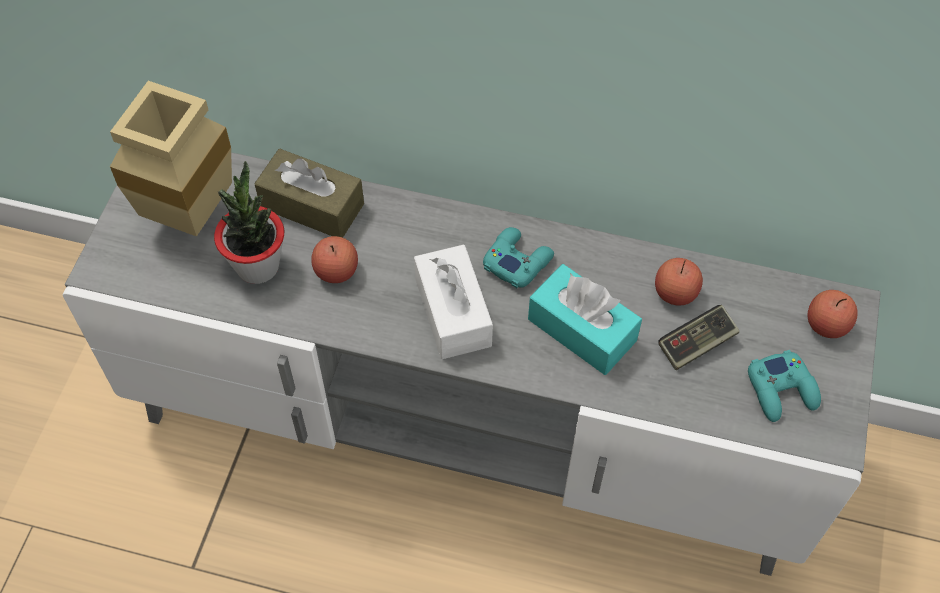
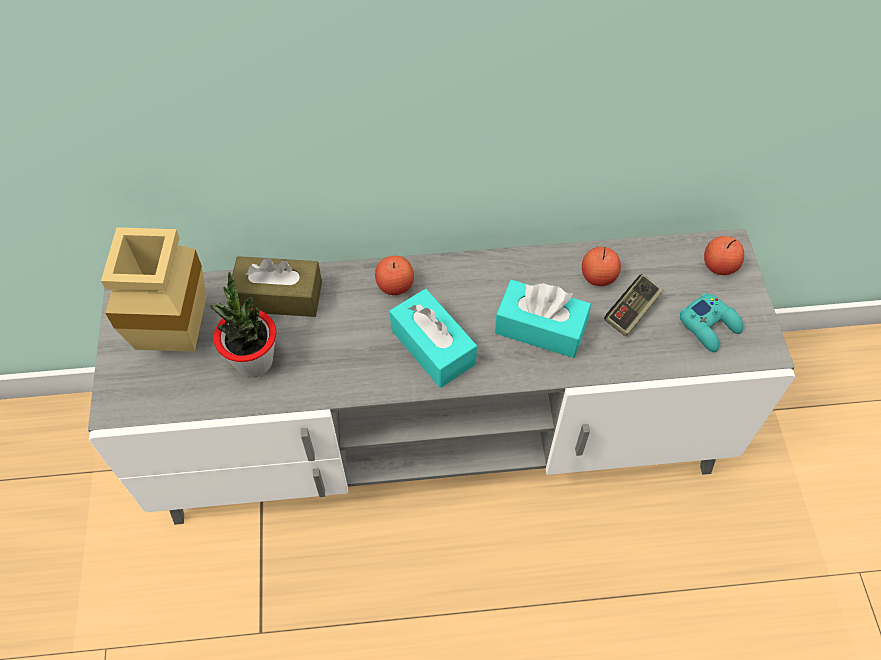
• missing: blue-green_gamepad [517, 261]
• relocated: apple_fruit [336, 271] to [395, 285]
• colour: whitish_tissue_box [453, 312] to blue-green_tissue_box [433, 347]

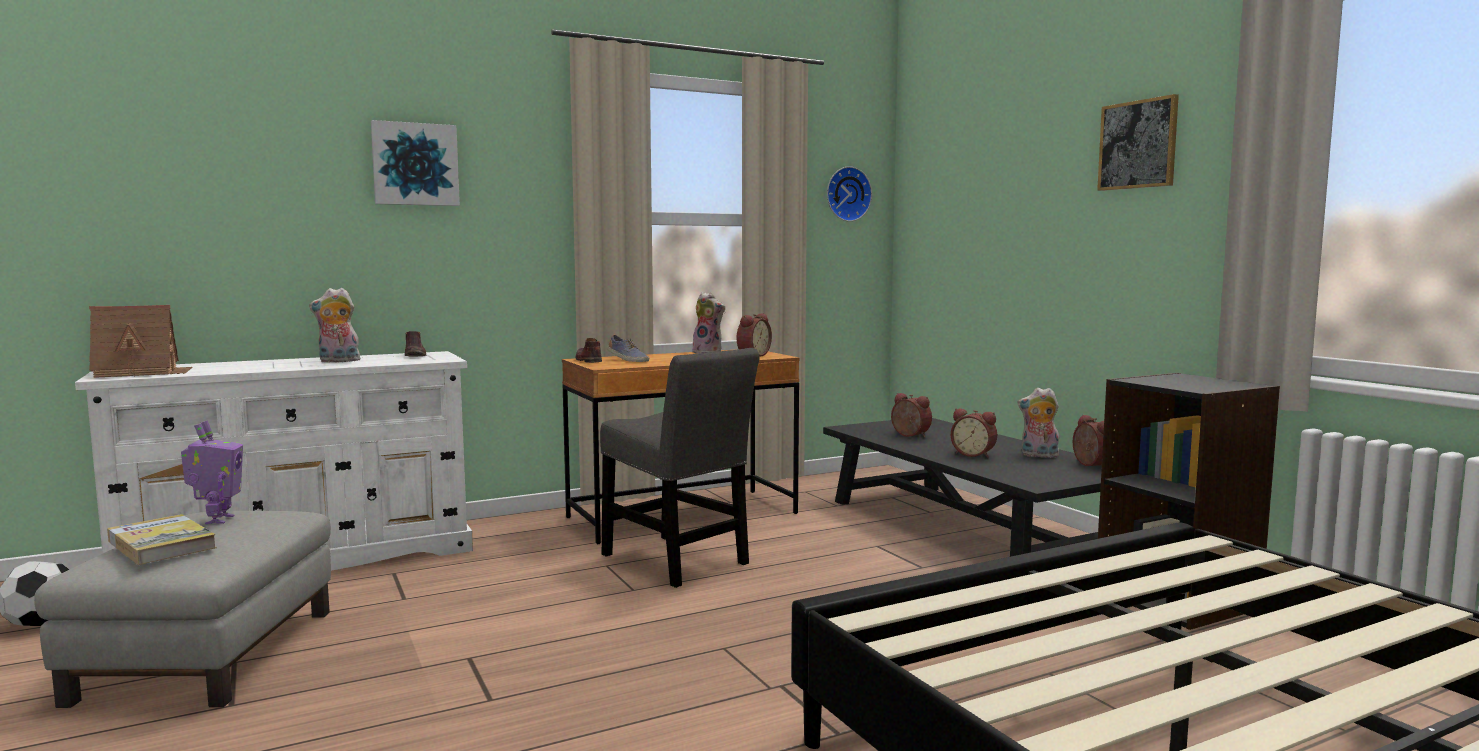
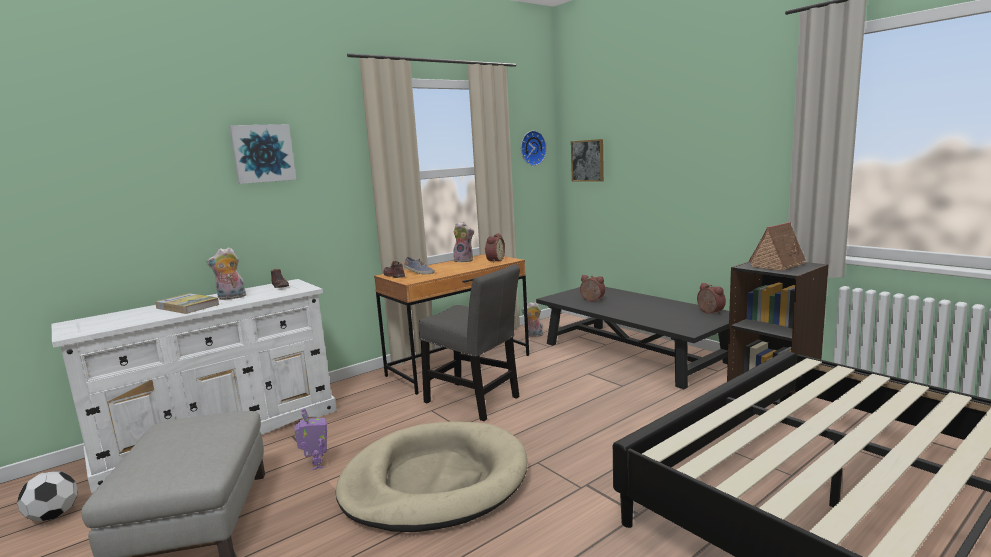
• missing: table_clock [974, 454]
• appeared: beige-coloured_dog_bed [434, 481]
• relocated: model_house [142, 372] to [778, 265]
• relocated: volume [161, 544] to [188, 306]
• relocated: robot_figure [217, 520] to [316, 465]
• relocated: cuddly_toy [1038, 455] to [533, 335]
• relocated: wall_picture [1138, 145] to [587, 160]

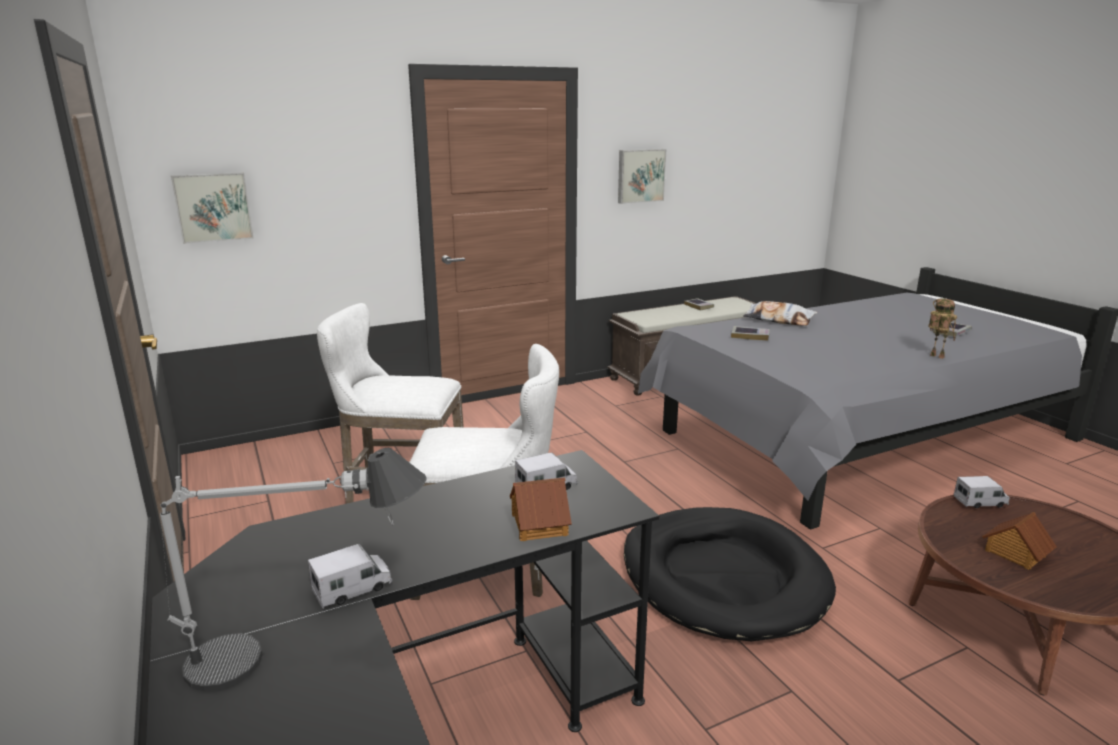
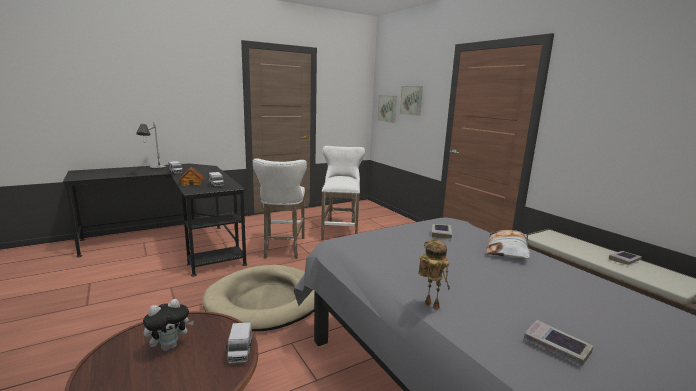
• relocated: wall_picture [640, 175] to [412, 100]
• exchanged: model_house [1014, 553] to cuddly_toy [170, 346]
• colour: black_dog_bed [722, 577] to beige-coloured_dog_bed [266, 301]
• spun: robot_figure [935, 356] = [429, 306] 90 degrees counterclockwise

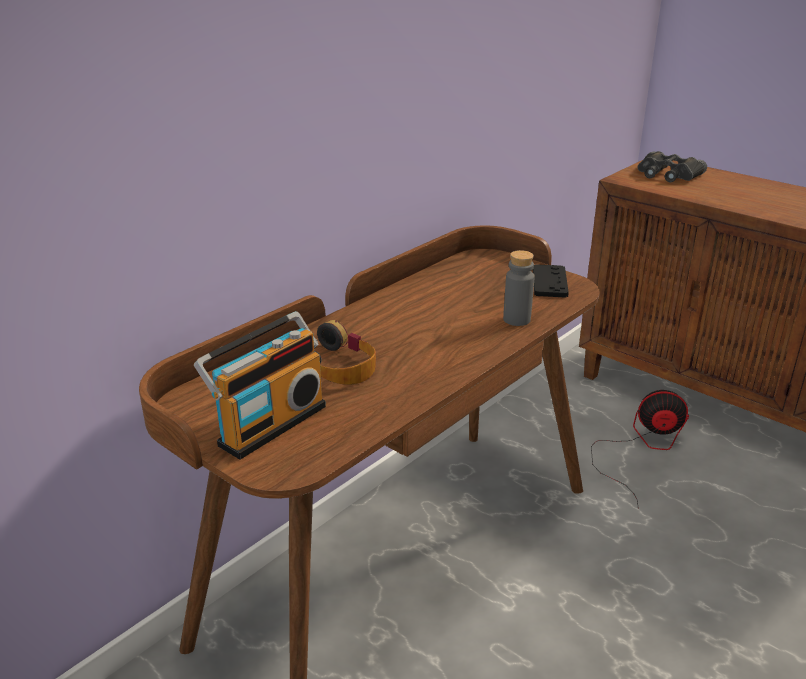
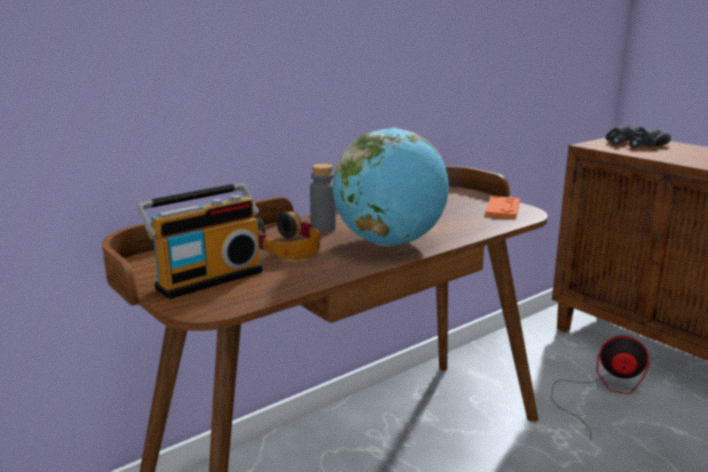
• appeared: world_globe [390, 243]
• relocated: gray_beverage_bottle [516, 319] to [323, 228]
• colour: black_gamepad [549, 282] to orangey_gamepad [502, 208]

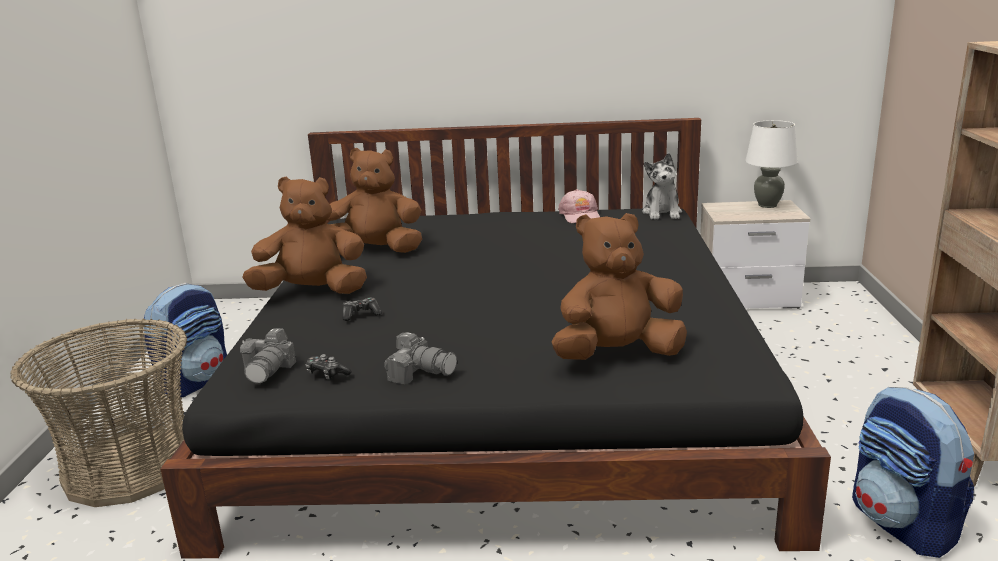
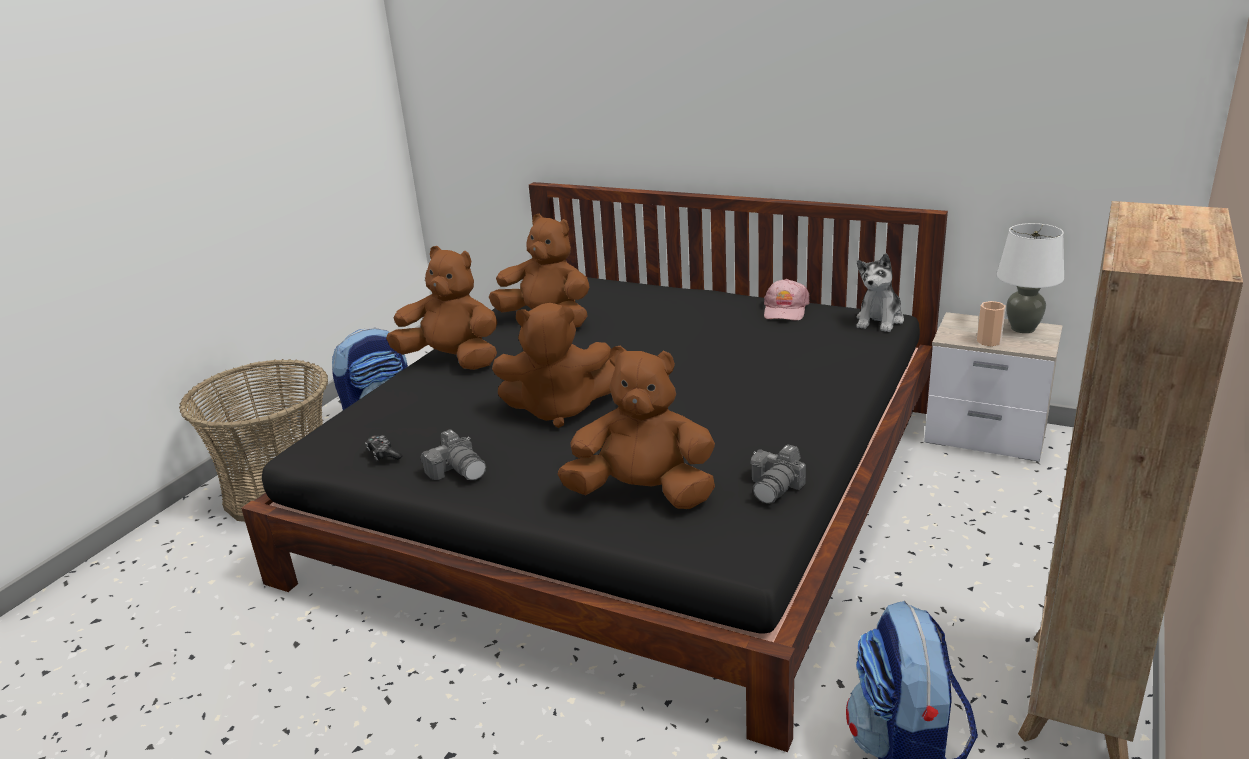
• missing: gamepad [361, 314]
• appeared: brownish_cuddly_toy [559, 409]
• appeared: drinking_cup [989, 341]
• relocated: photo_camera [268, 370] to [776, 487]

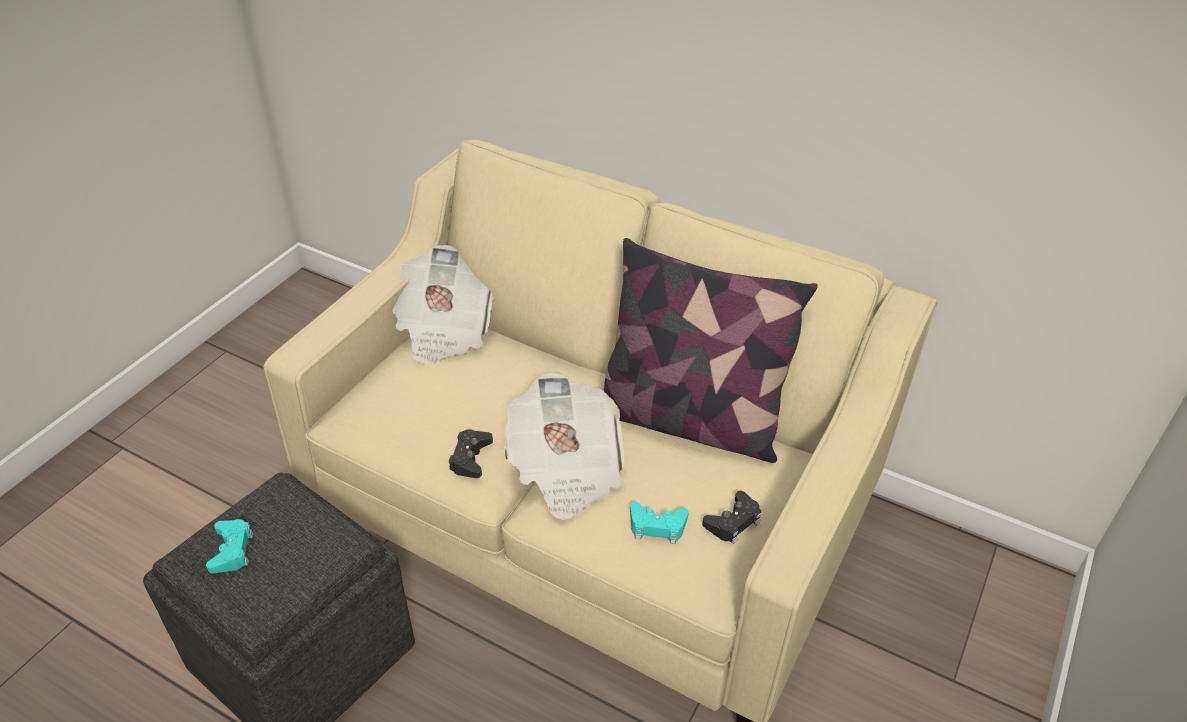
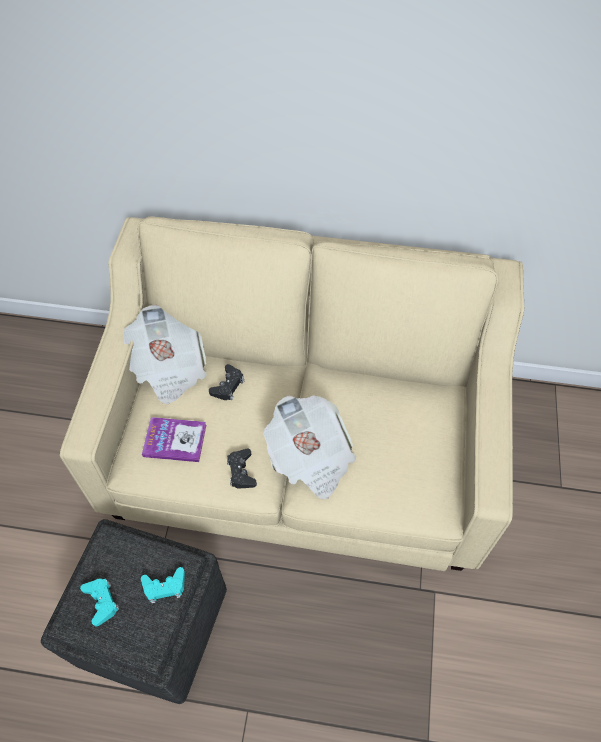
• missing: pillow [689, 421]
• appeared: volume [175, 440]
• relocated: blue-green_gamepad [657, 526] to [164, 586]
• relocated: black_gamepad [733, 522] to [228, 386]

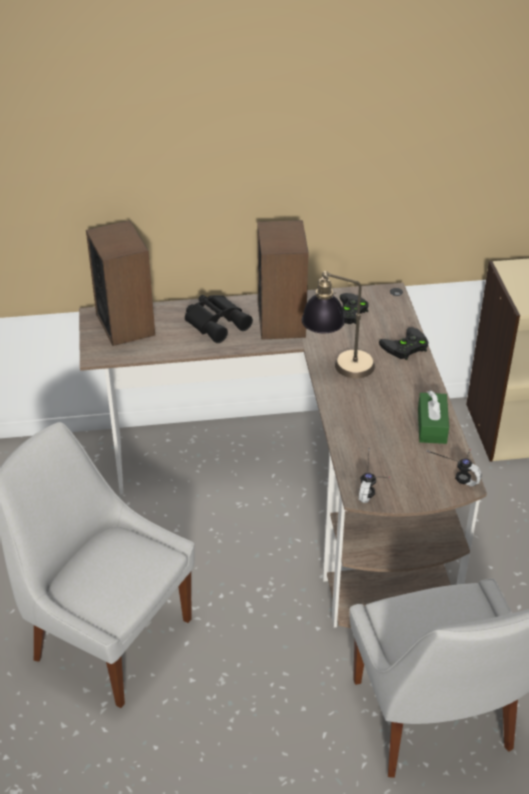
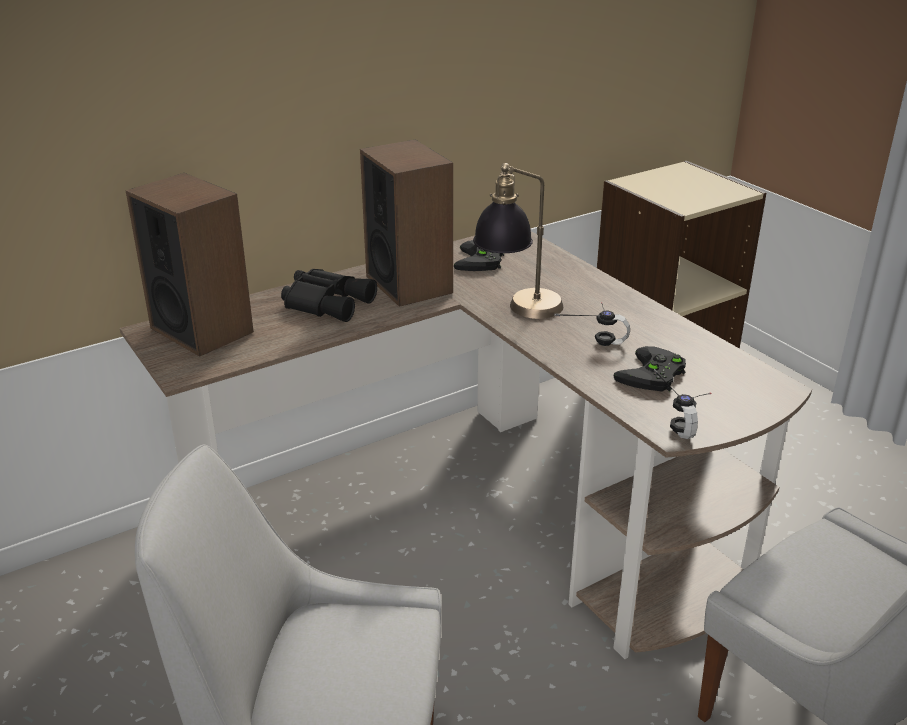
• missing: green-coloured_tissue_box [432, 426]
• relocated: black_gamepad [405, 347] to [652, 376]
• relocated: headset [456, 473] to [592, 338]

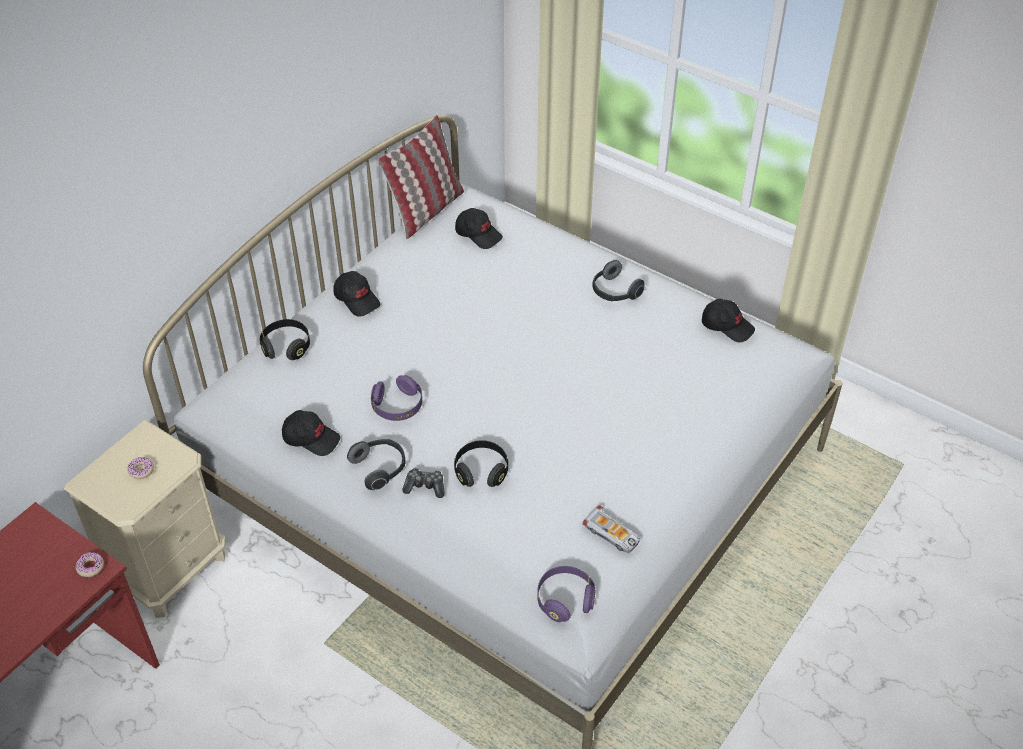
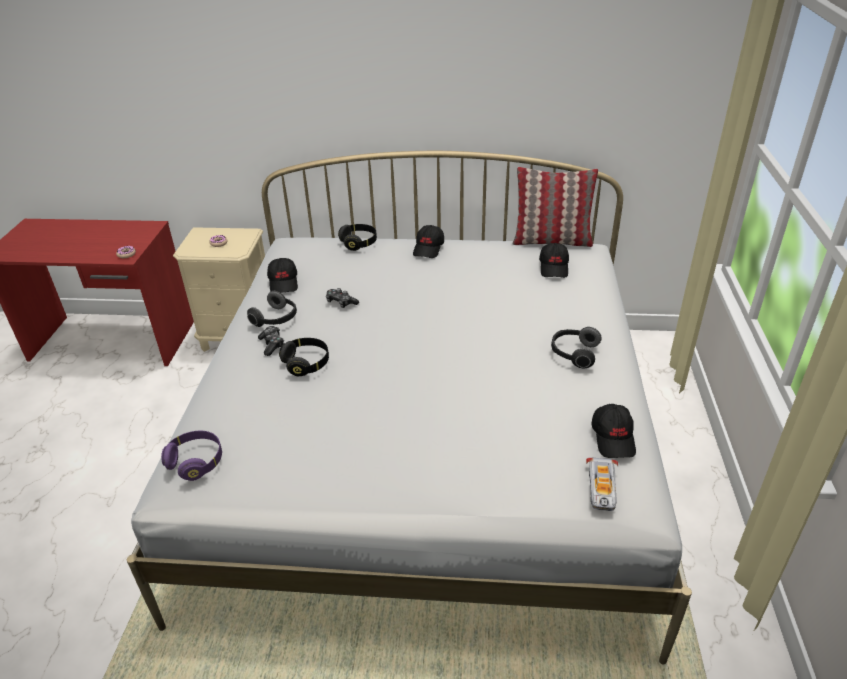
• relocated: model_car [612, 534] to [602, 488]
• exchanged: purple_headset [397, 406] to gamepad [341, 302]

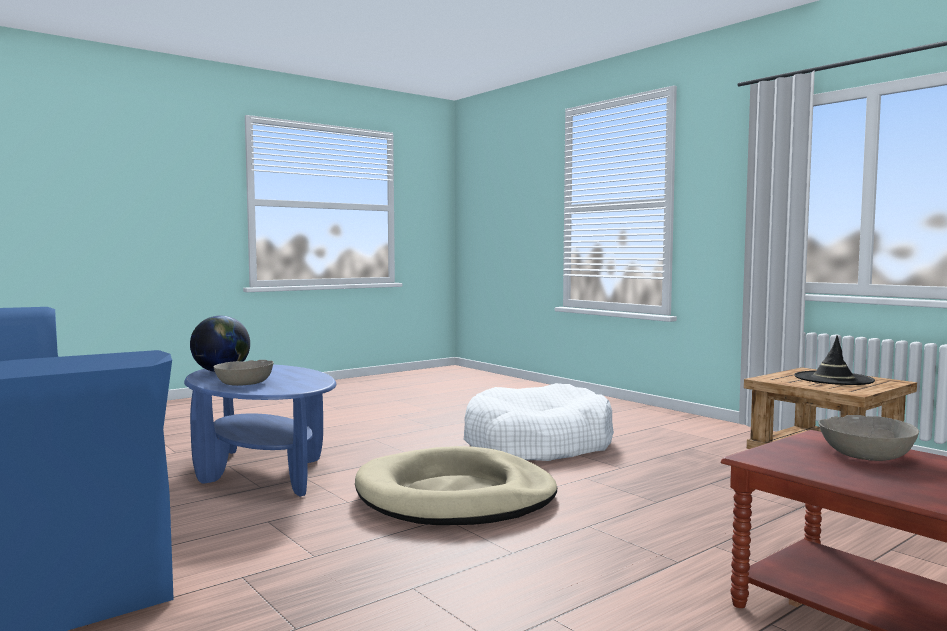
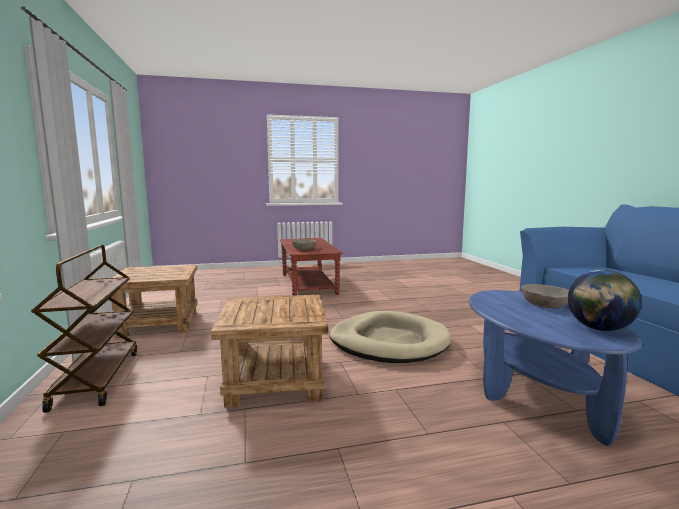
• missing: black_hat [833, 379]
• appeared: brownish_wheeled_cart [96, 378]
• exchanged: whitish_dog_bed [537, 444] to brownish_side_table [274, 381]

